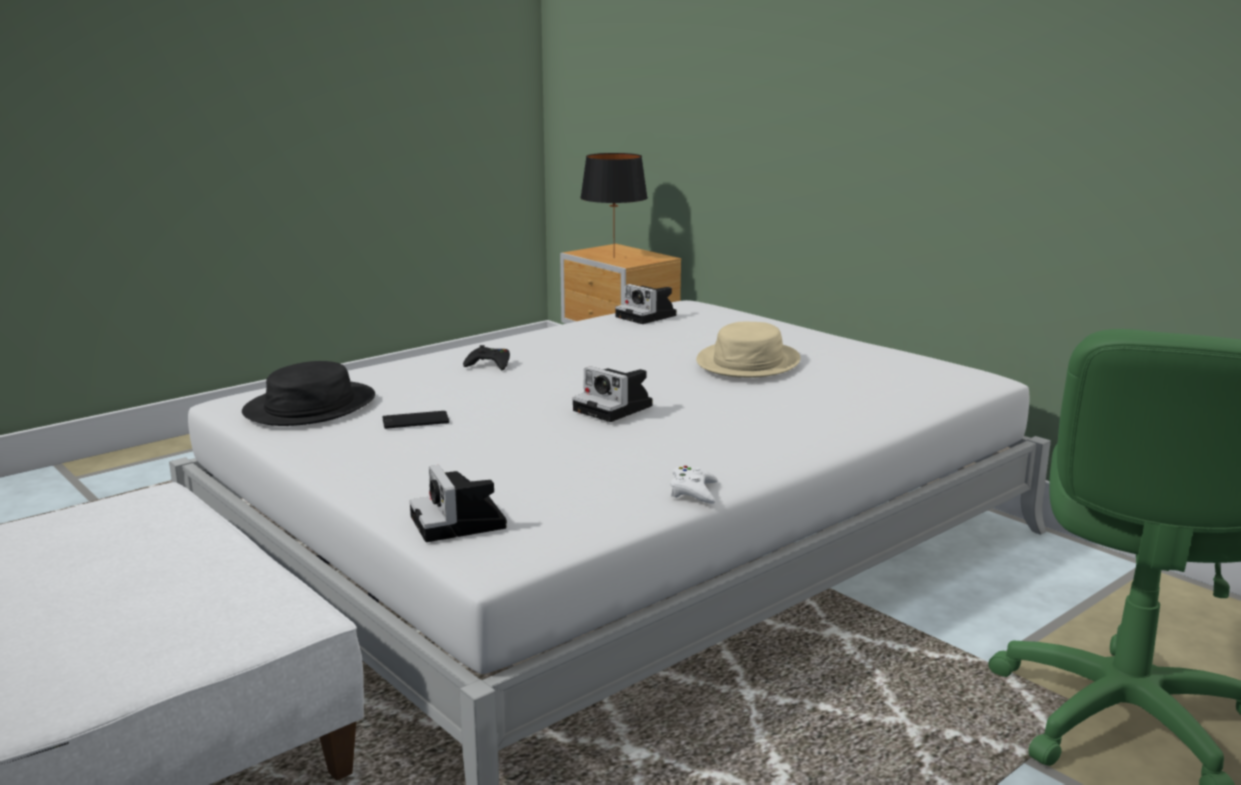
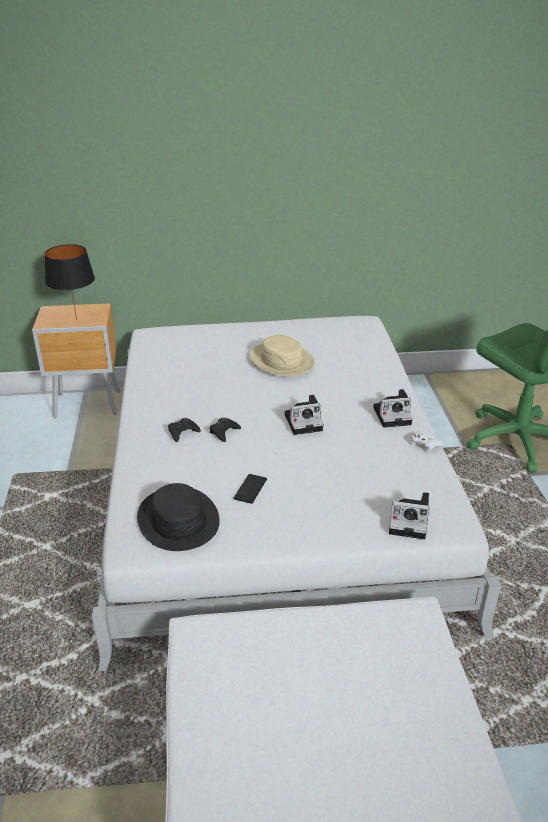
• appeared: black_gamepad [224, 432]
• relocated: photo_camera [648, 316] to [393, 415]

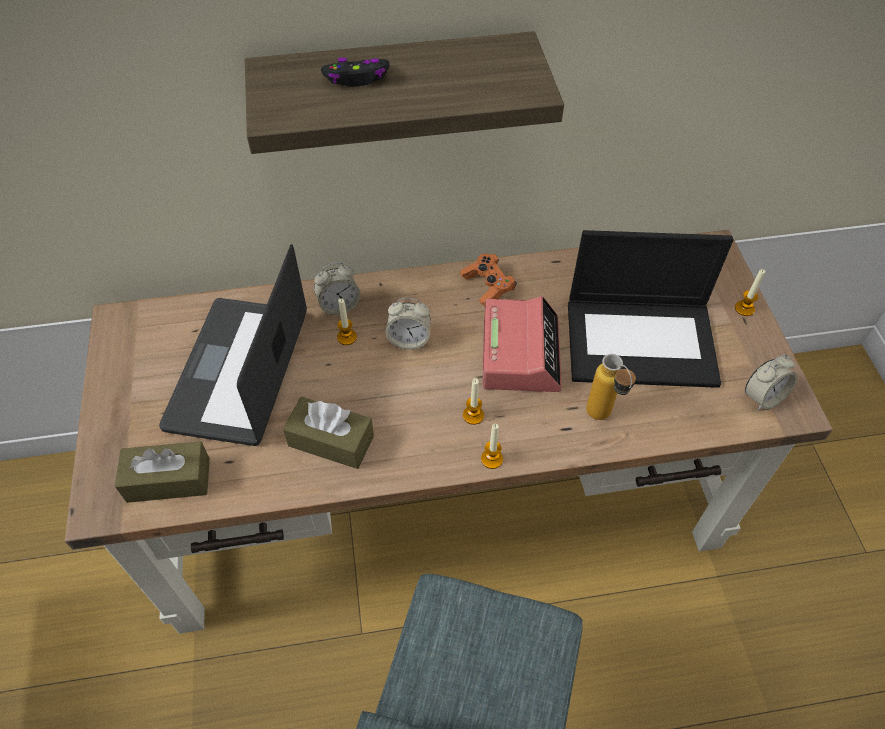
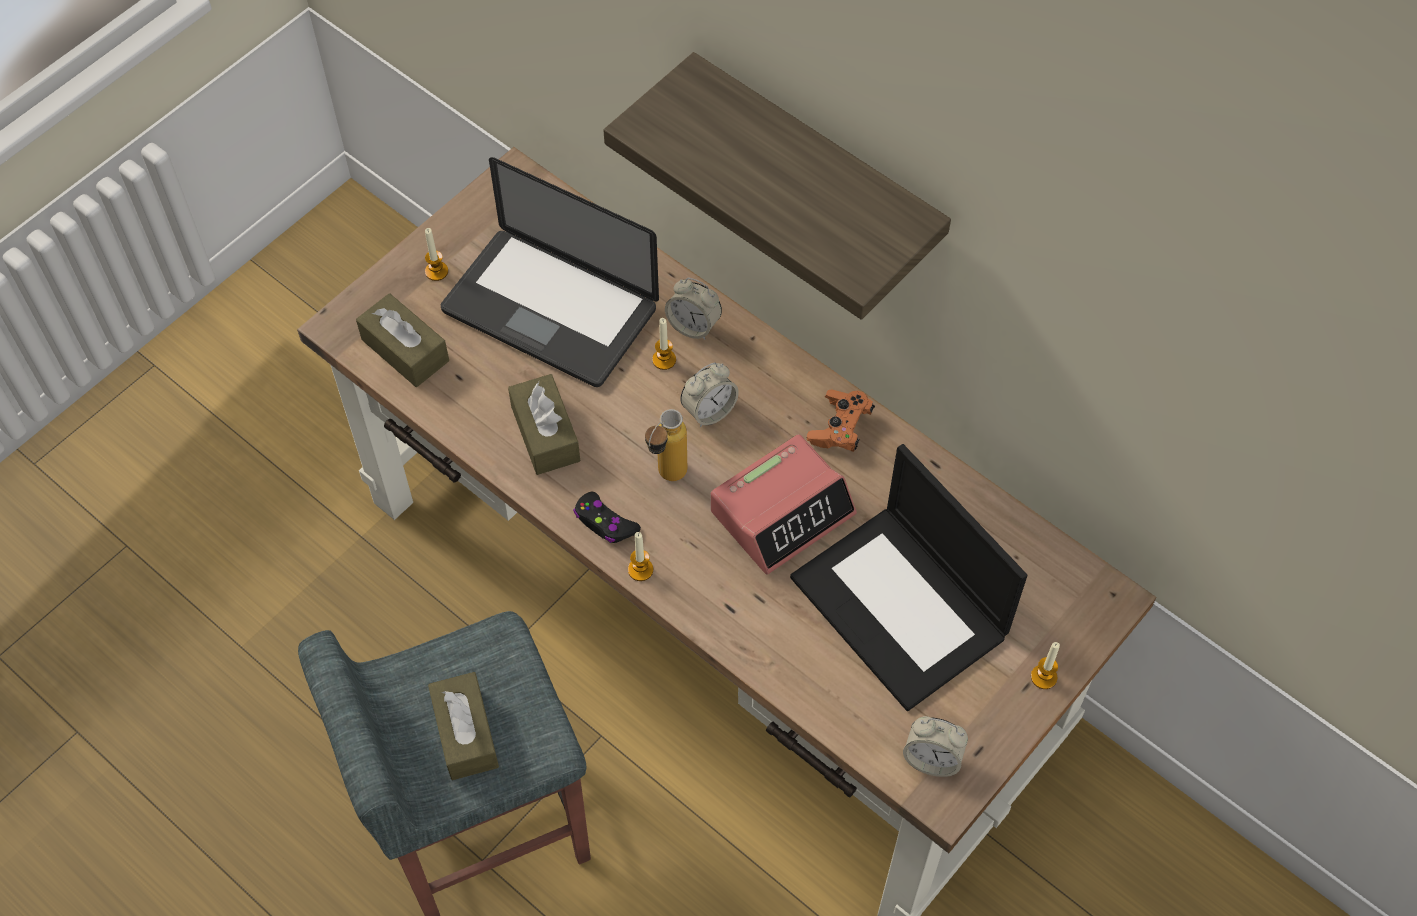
• appeared: brownish_tissue_box [465, 733]
• relocated: black_gamepad [357, 78] to [605, 523]
• relocated: candle [473, 415] to [436, 271]
• relocated: beverage_bottle [603, 419] to [666, 479]
• spun: laptop [239, 371] = [550, 309] 120 degrees counterclockwise
• spun: table_clock [409, 340] = [709, 411] 90 degrees counterclockwise

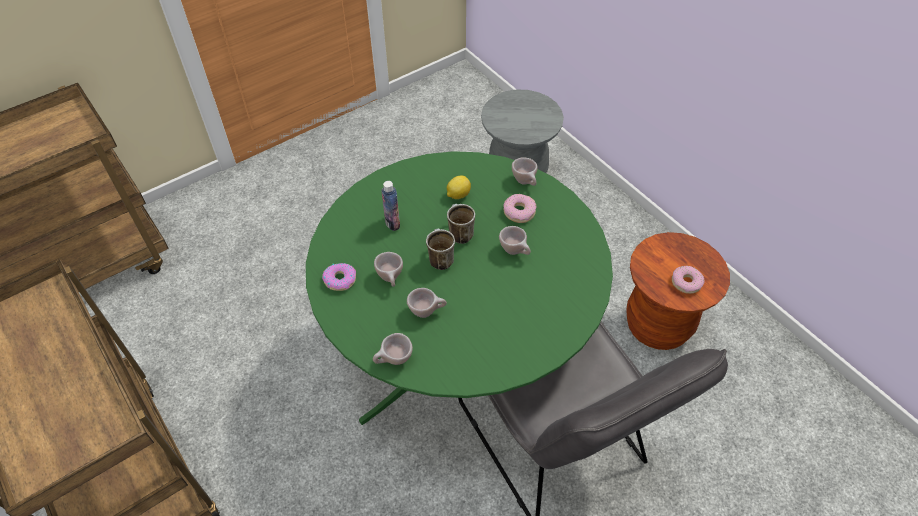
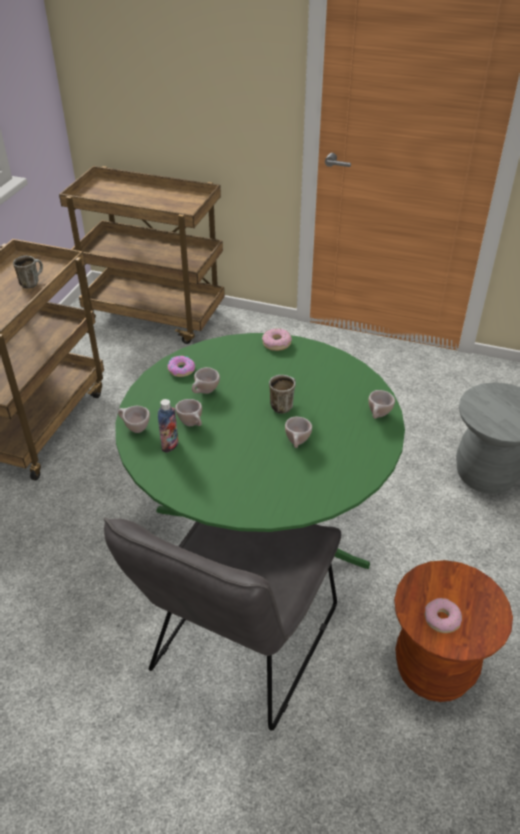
• missing: whole_lemon [458, 195]
• relocated: beverage_bottle [392, 223] to [170, 445]
• relocated: mug [439, 259] to [32, 283]
• relocated: doughnut [519, 212] to [276, 343]

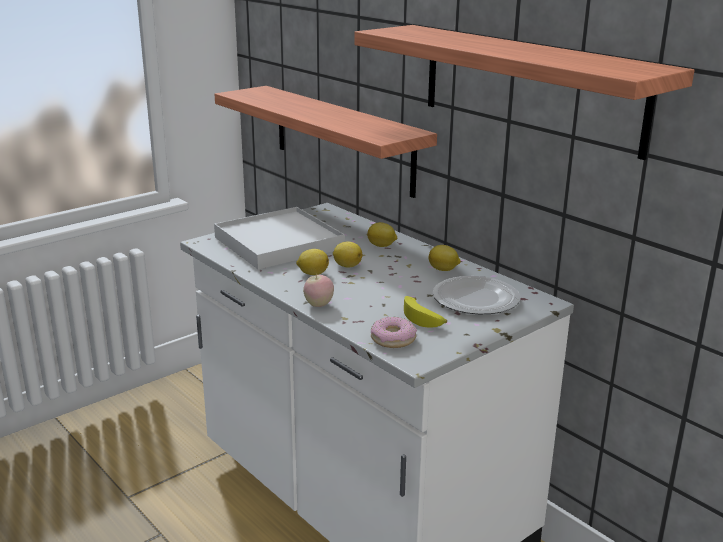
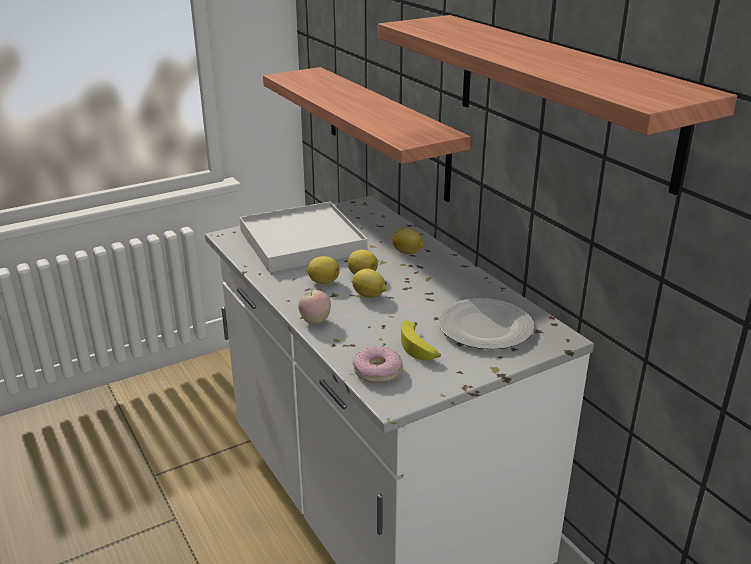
• relocated: whole_lemon [443, 270] to [369, 296]

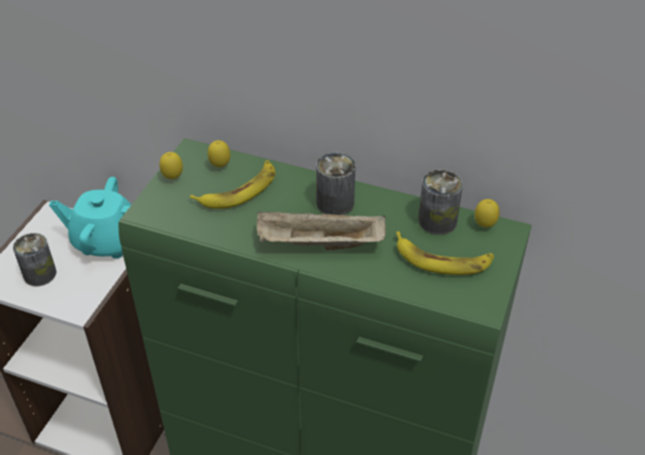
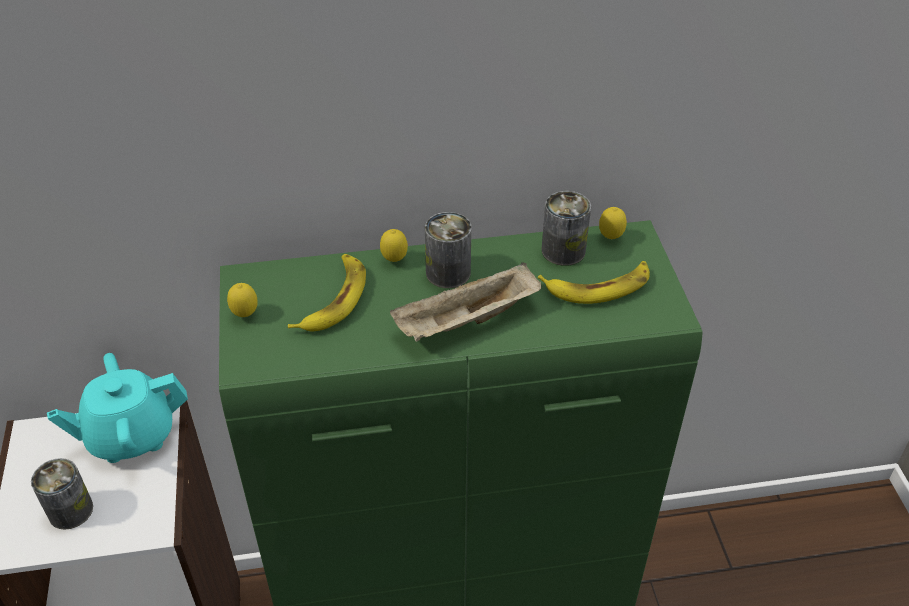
• relocated: whole_lemon [220, 166] to [394, 260]

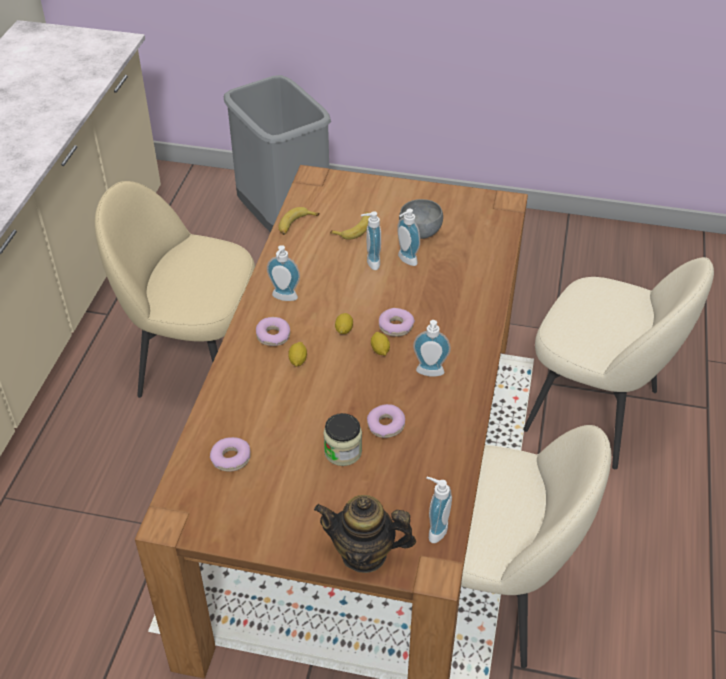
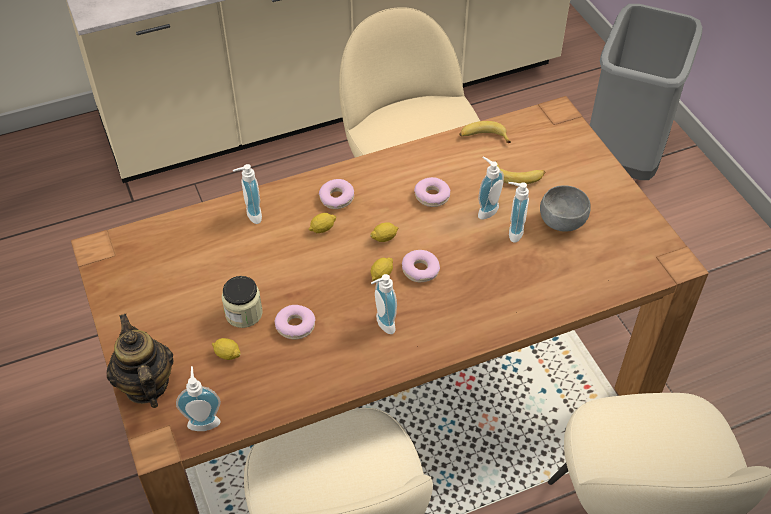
• appeared: whole_lemon [227, 354]
• relocated: doughnut [231, 458] to [432, 196]
• relocated: liquid_soap_bottle [284, 298] to [251, 215]

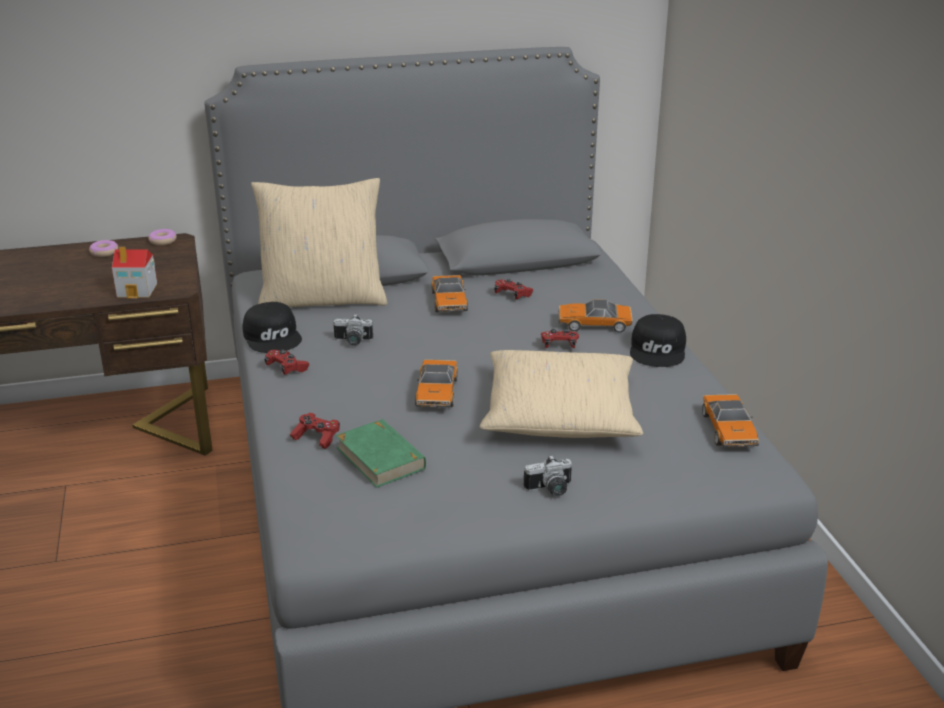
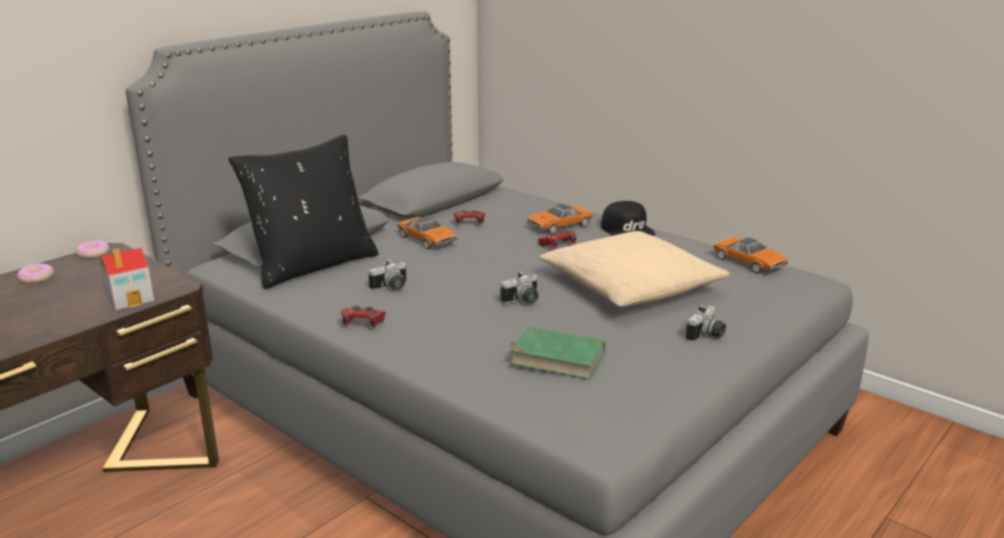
• missing: black_peaked_cap [273, 336]
• missing: red-coloured_gamepad [316, 437]
• exchanged: model_car [436, 393] to photo_camera [523, 301]
• colour: beige-coloured_pillow [323, 299] to black_pillow [313, 265]

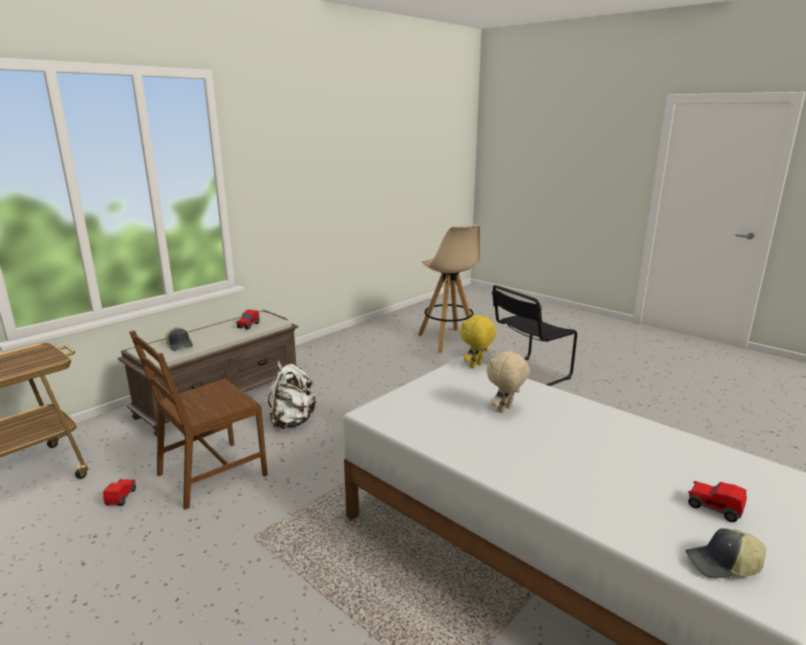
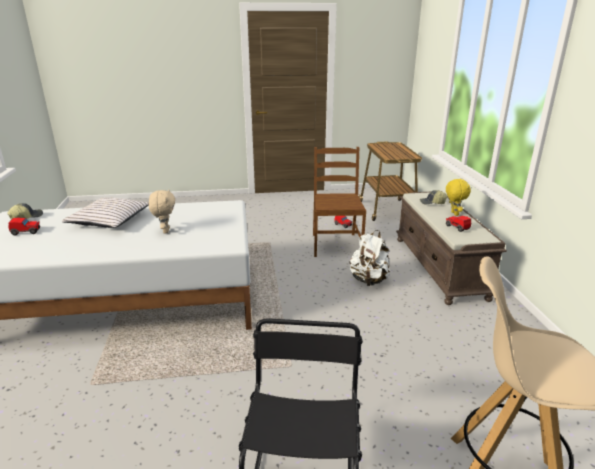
• appeared: whitish_pillow [109, 220]
• relocated: yellow-coloured_cuddly_toy [476, 366] to [453, 213]

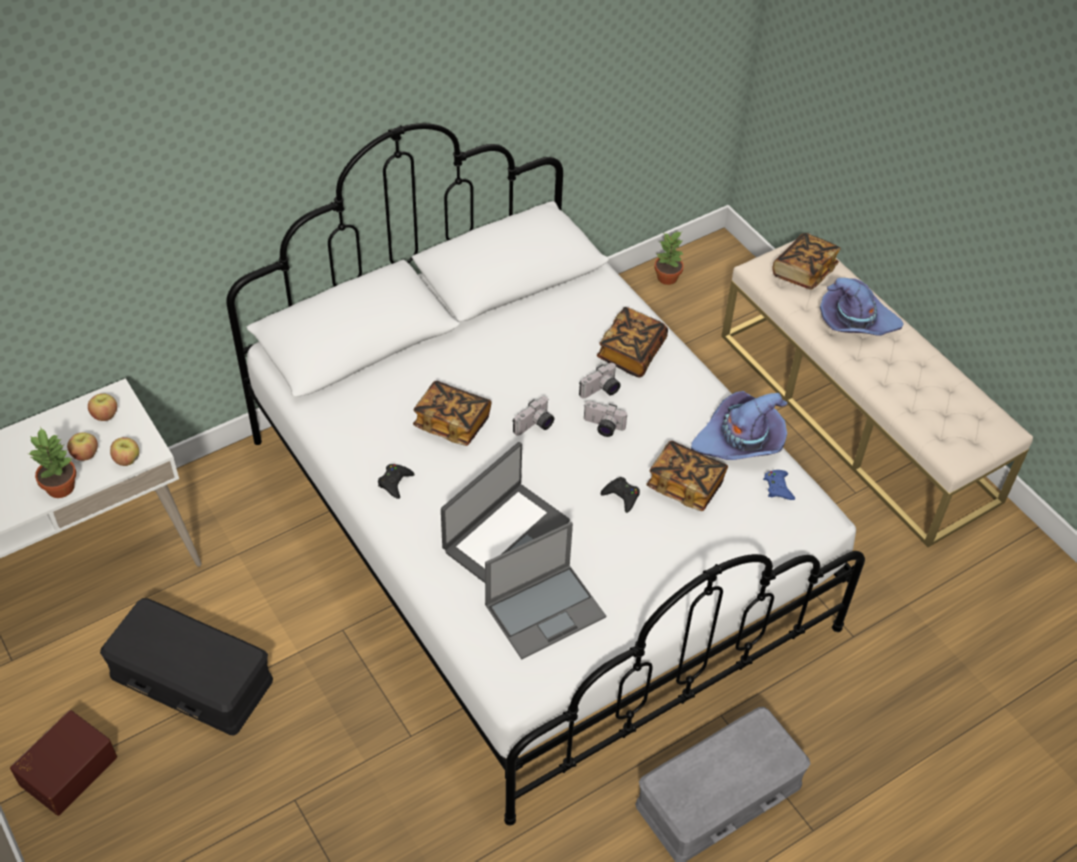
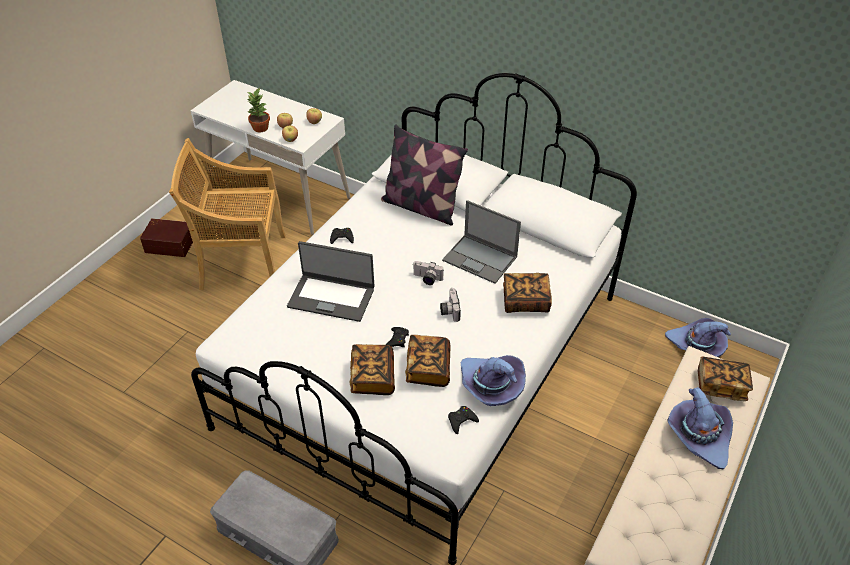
• missing: photo_camera [601, 391]
• appeared: pillow [421, 207]
• relocated: volume [452, 423] to [372, 377]
• relocated: laptop [546, 610] to [480, 259]
• exchanged: black_storage_box [190, 679] to beige-coloured_plain_chair [241, 261]
• exchanged: houseplant [668, 278] to purple_hat [697, 345]
• colour: blue_gamepad [778, 487] to black_gamepad [461, 421]

